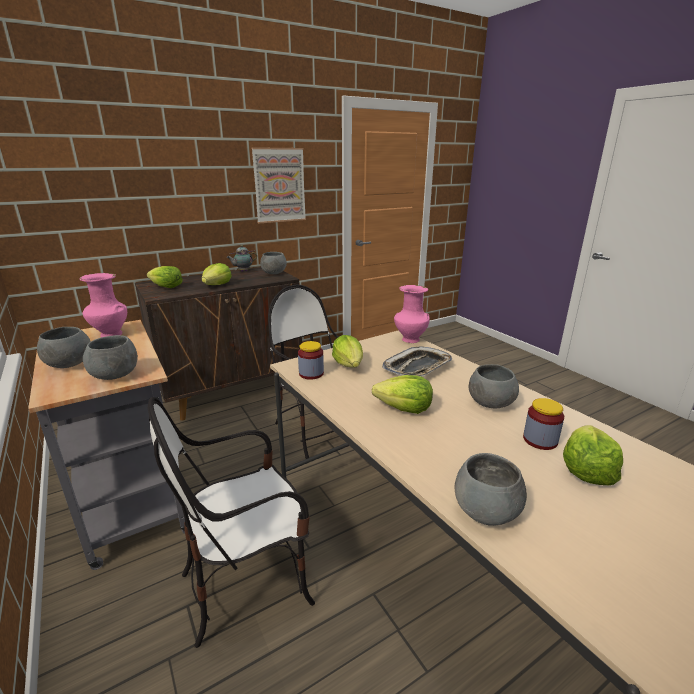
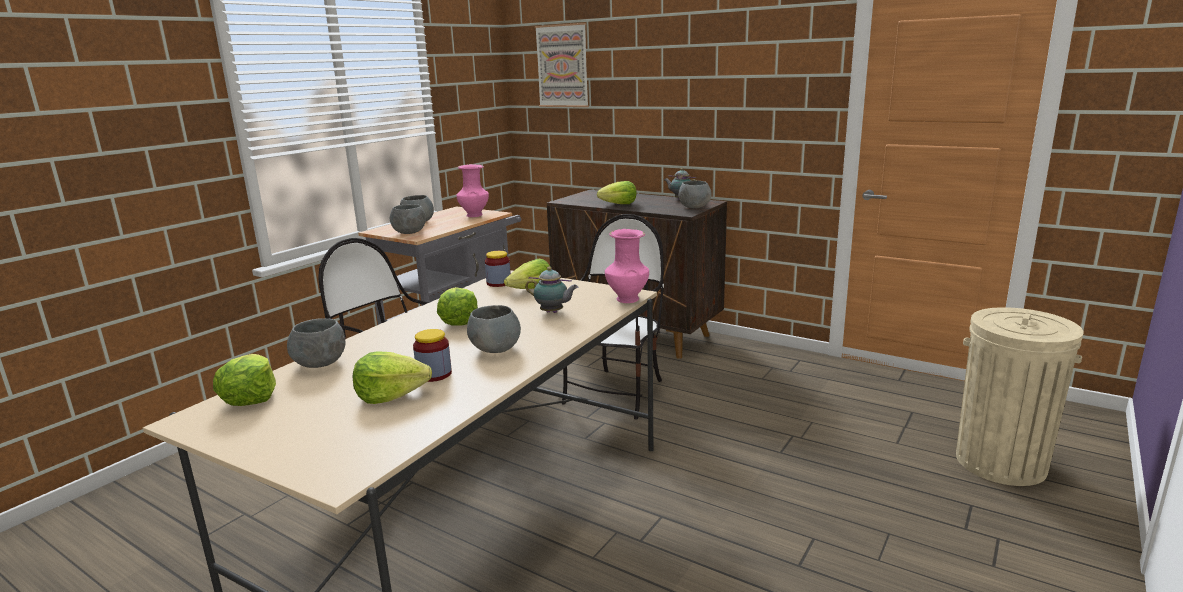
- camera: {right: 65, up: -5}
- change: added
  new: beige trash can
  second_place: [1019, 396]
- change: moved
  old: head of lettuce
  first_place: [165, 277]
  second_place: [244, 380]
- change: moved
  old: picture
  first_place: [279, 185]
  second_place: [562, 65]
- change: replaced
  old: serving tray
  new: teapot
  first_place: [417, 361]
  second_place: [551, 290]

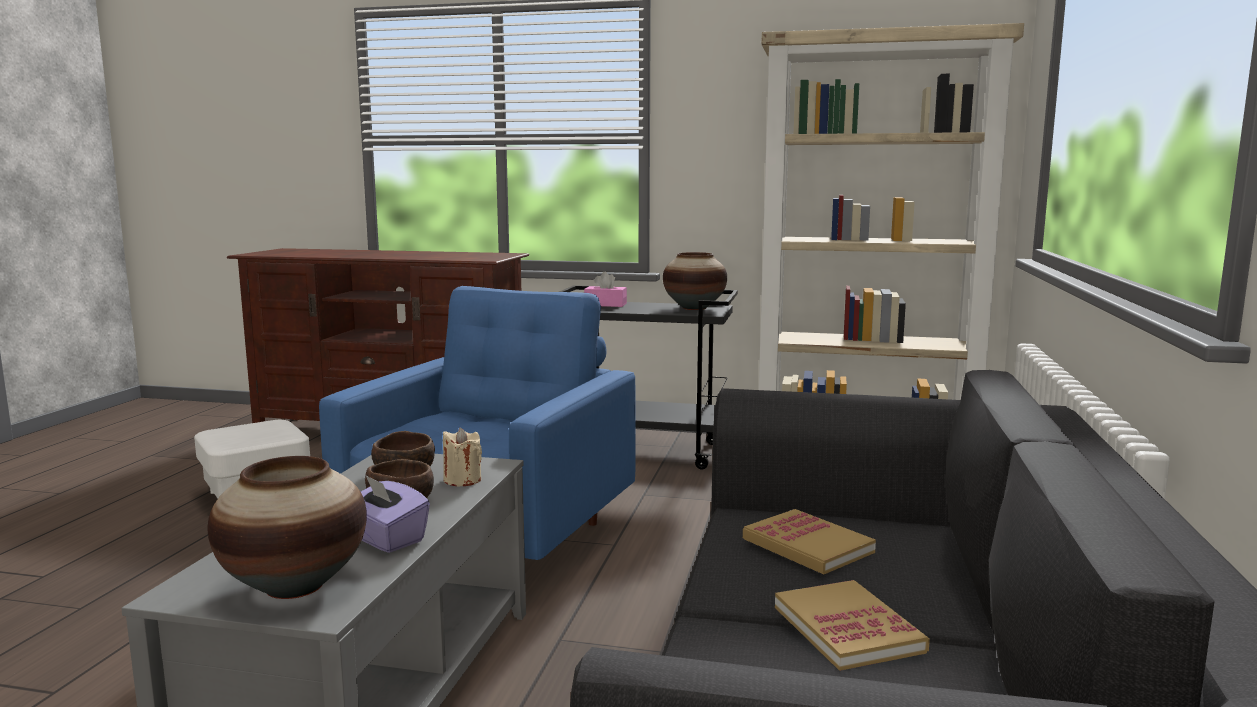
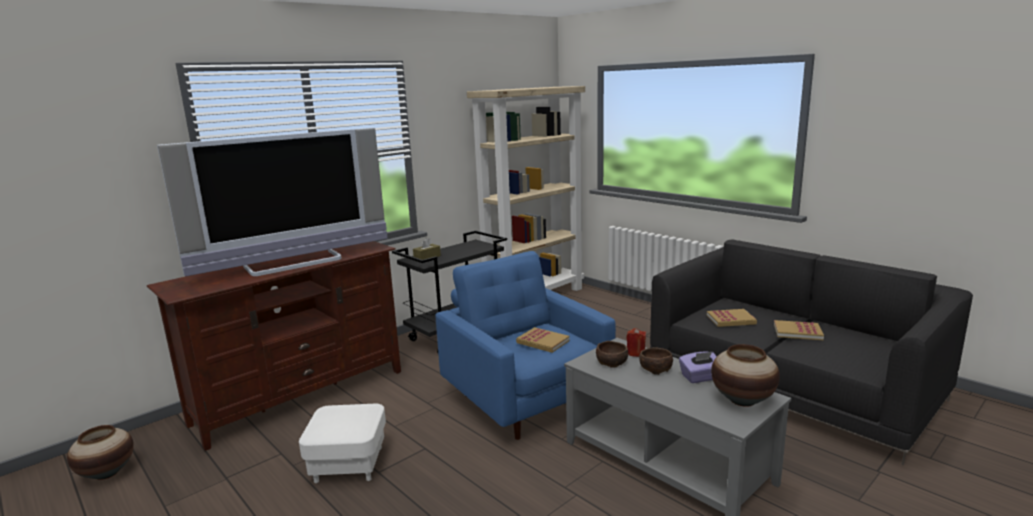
- camera: {right: -55, up: 5}
- change: added
  new: TV
  second_place: [272, 202]
- change: added
  new: book
  second_place: [542, 340]
- change: moved
  old: decorative vase
  first_place: [695, 281]
  second_place: [100, 452]
- change: recoloured
  old: beige candle
  new: red-coloured candle
  first_place: [462, 457]
  second_place: [636, 342]
- change: recoloured
  old: pink tissue box
  new: brown tissue box
  first_place: [605, 289]
  second_place: [427, 248]

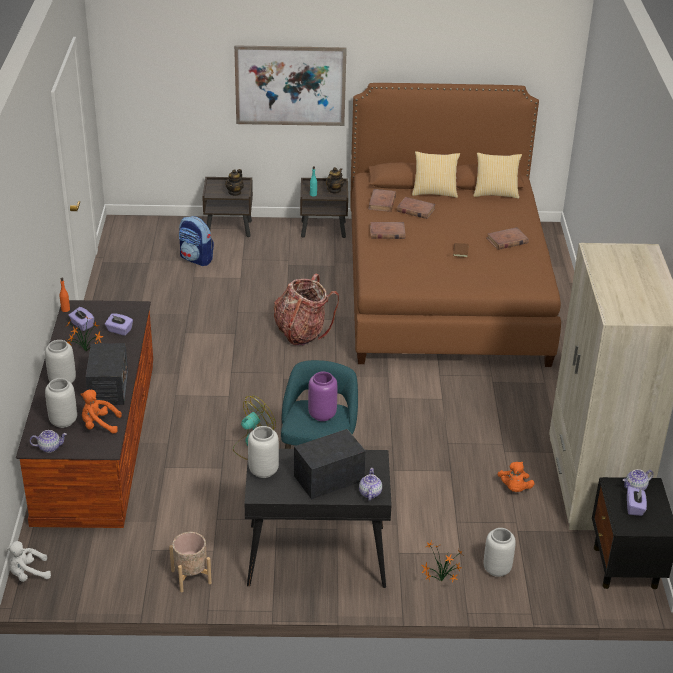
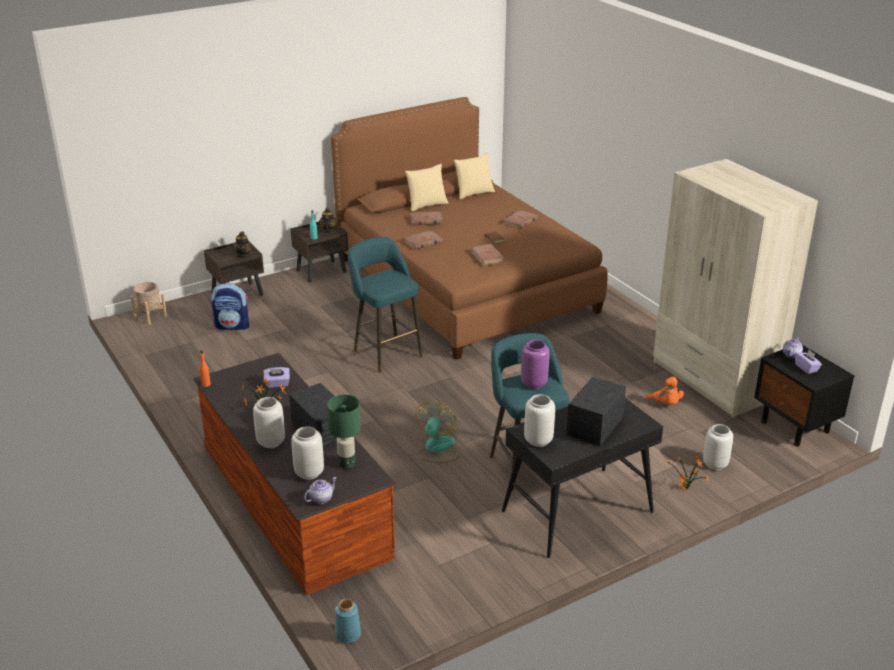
- camera: {right: -30, up: -5}
- change: removed
  old: purple-coloured tissue box
  first_place: [81, 319]
- change: removed
  old: picture
  first_place: [290, 85]
- change: removed
  old: teapot
  first_place: [370, 484]
- change: moved
  old: beige planter
  first_place: [190, 562]
  second_place: [148, 303]
- change: moved
  old: brown book
  first_place: [382, 200]
  second_place: [487, 255]
- change: replaced
  old: whitish soft toy
  new: bluish decorative vase
  first_place: [28, 561]
  second_place: [348, 621]
- change: replaced
  old: orange soft toy
  new: greenish tabletop lamp
  first_place: [101, 412]
  second_place: [344, 432]
- change: replaced
  old: knapsack
  new: turquoise-coloured sitting stool
  first_place: [306, 310]
  second_place: [385, 305]

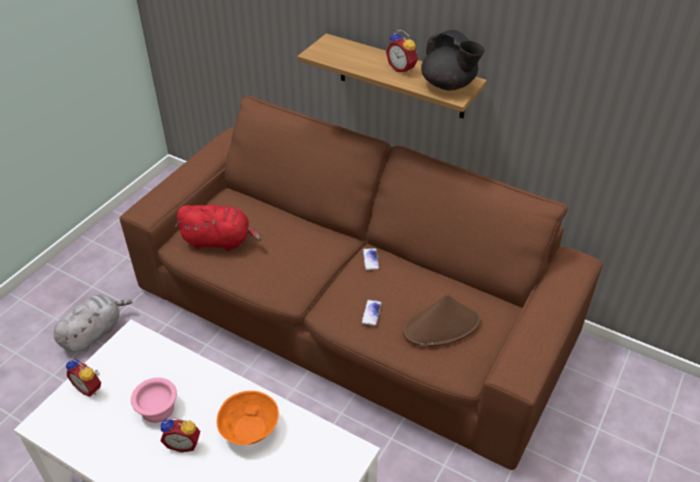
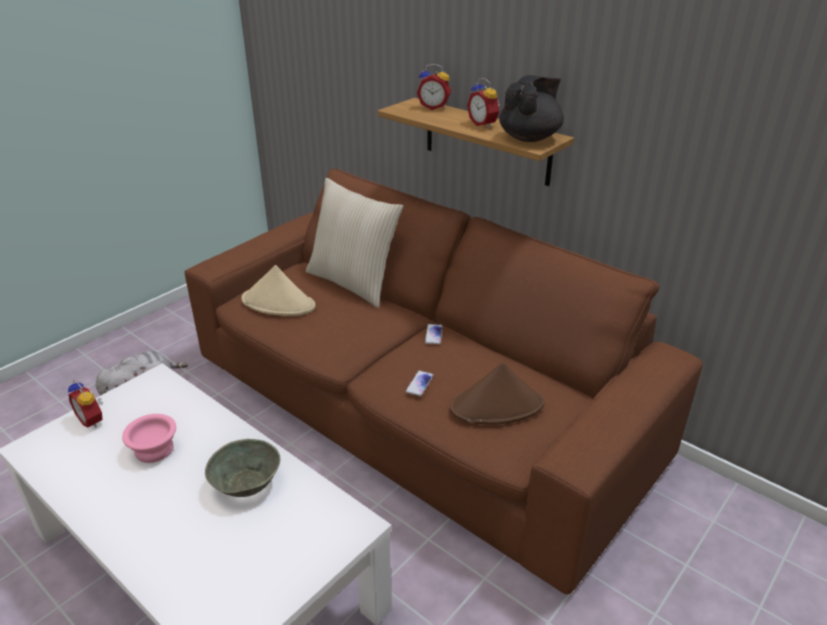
- camera: {right: 10, up: -10}
- change: added
  new: beige pillow
  second_place: [354, 243]
- change: moved
  old: table clock
  first_place: [180, 435]
  second_place: [434, 87]
- change: replaced
  old: red-coloured soft toy
  new: beige clothing hat
  first_place: [218, 227]
  second_place: [279, 290]
- change: recoloured
  old: orange deep dish
  new: greyish deep dish
  first_place: [248, 418]
  second_place: [242, 468]
- change: turned
  old: black-coloured teapot
  first_place: [453, 60]
  second_place: [531, 108]
  degrees: -105

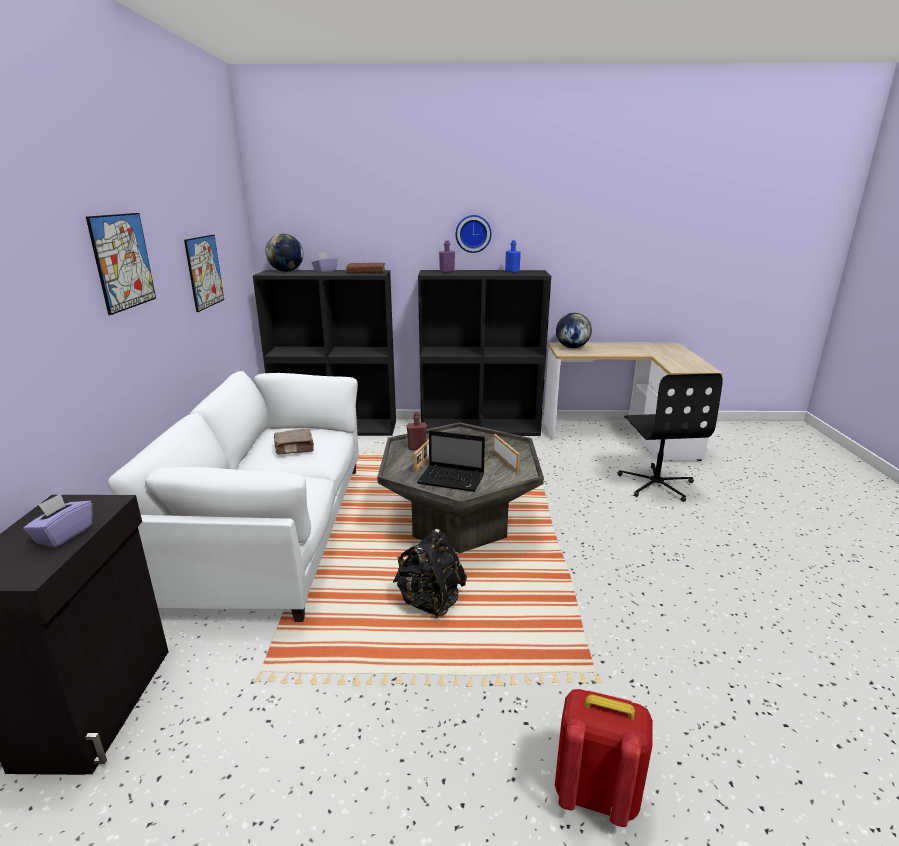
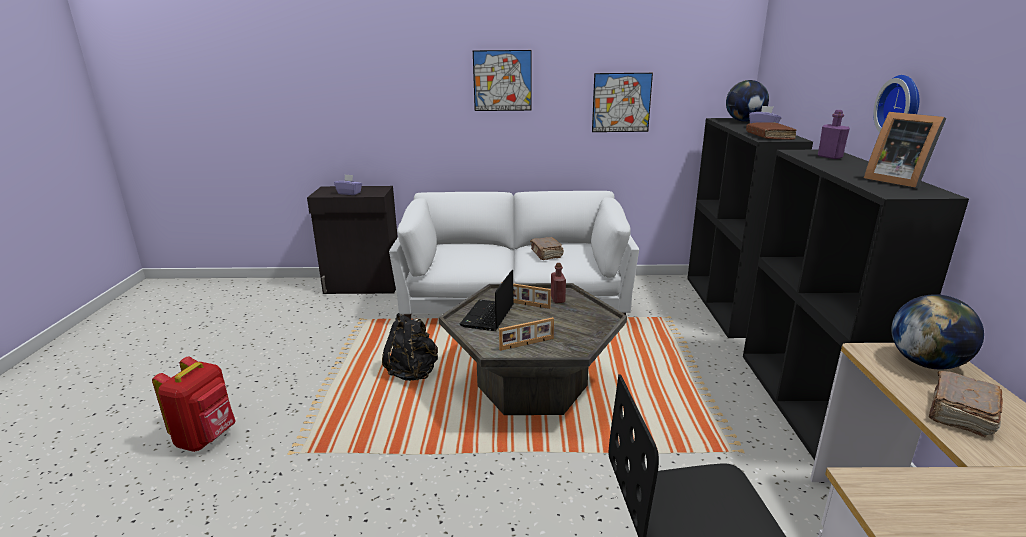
- camera: {right: 90, up: 0}
- change: added
  new: brown book
  second_place: [966, 404]
- change: replaced
  old: bluish drink bottle
  new: photo frame
  first_place: [513, 256]
  second_place: [905, 150]

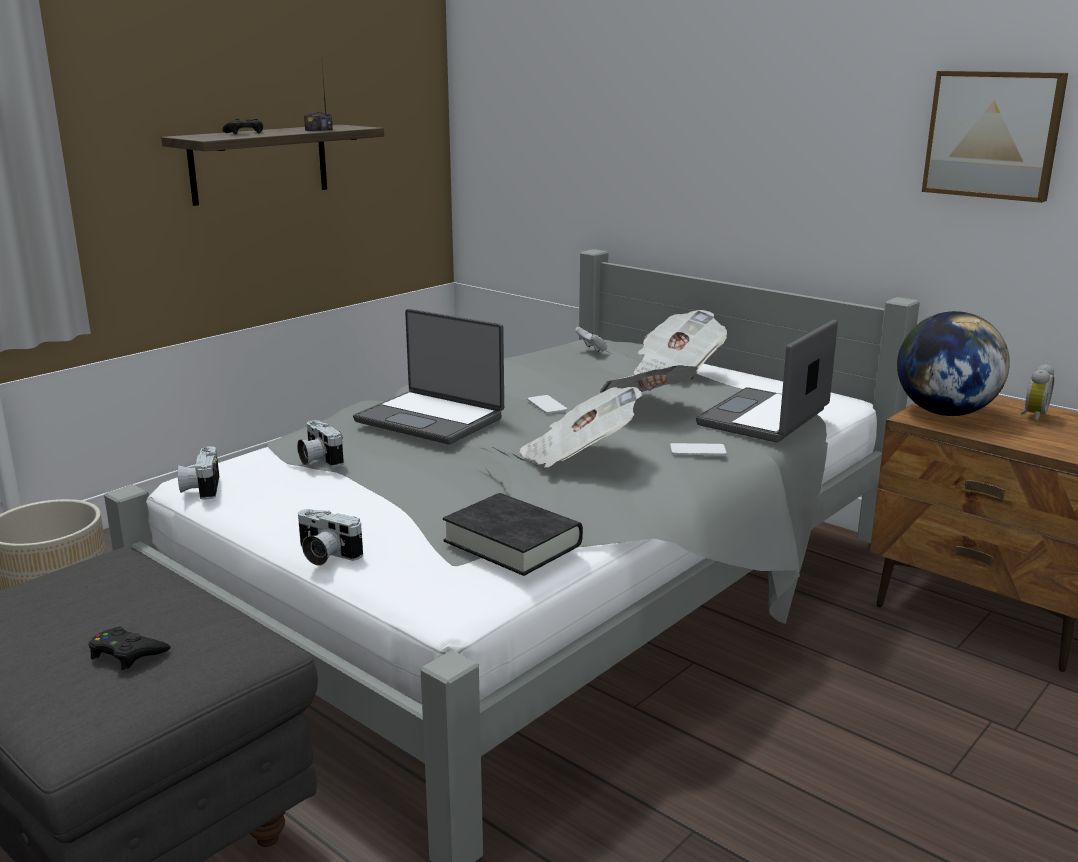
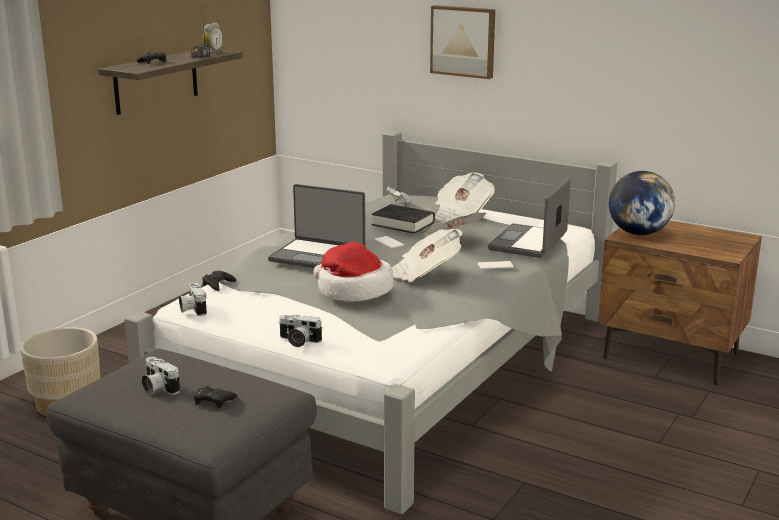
- camera: {right: -10, up: 0}
- change: added
  new: black-coloured joypad
  second_place: [219, 281]
- change: added
  new: clothing hat
  second_place: [353, 271]
- change: moved
  old: photo camera
  first_place: [320, 443]
  second_place: [161, 376]
- change: moved
  old: black-coloured book
  first_place: [513, 534]
  second_place: [403, 219]
- change: moved
  old: picture
  first_place: [995, 137]
  second_place: [462, 42]
- change: moved
  old: table clock
  first_place: [1037, 393]
  second_place: [213, 38]

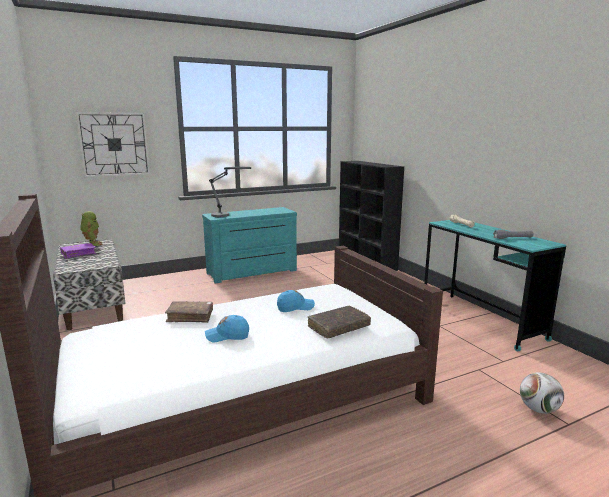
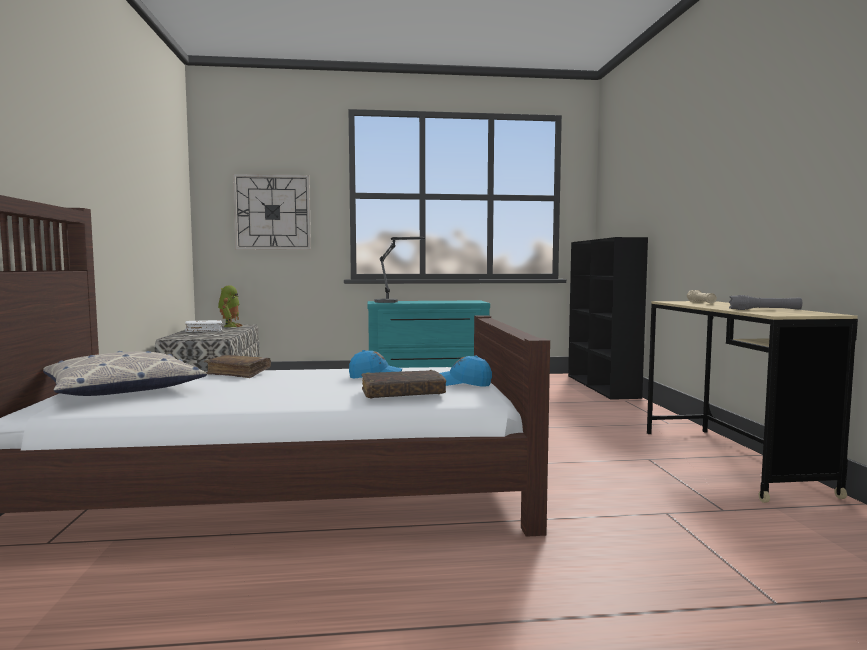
- camera: {right: 20, up: -10}
- change: removed
  old: ball for football
  first_place: [542, 393]
- change: added
  new: pillow
  second_place: [125, 373]
- change: moved
  old: bluish cap
  first_place: [227, 329]
  second_place: [466, 371]
- change: recoloured
  old: purple-coloured book
  new: whitish book
  first_place: [78, 251]
  second_place: [203, 326]
- change: recoloured
  old: turquoise-coloured desk unit
  new: beige desk unit
  first_place: [495, 286]
  second_place: [752, 402]

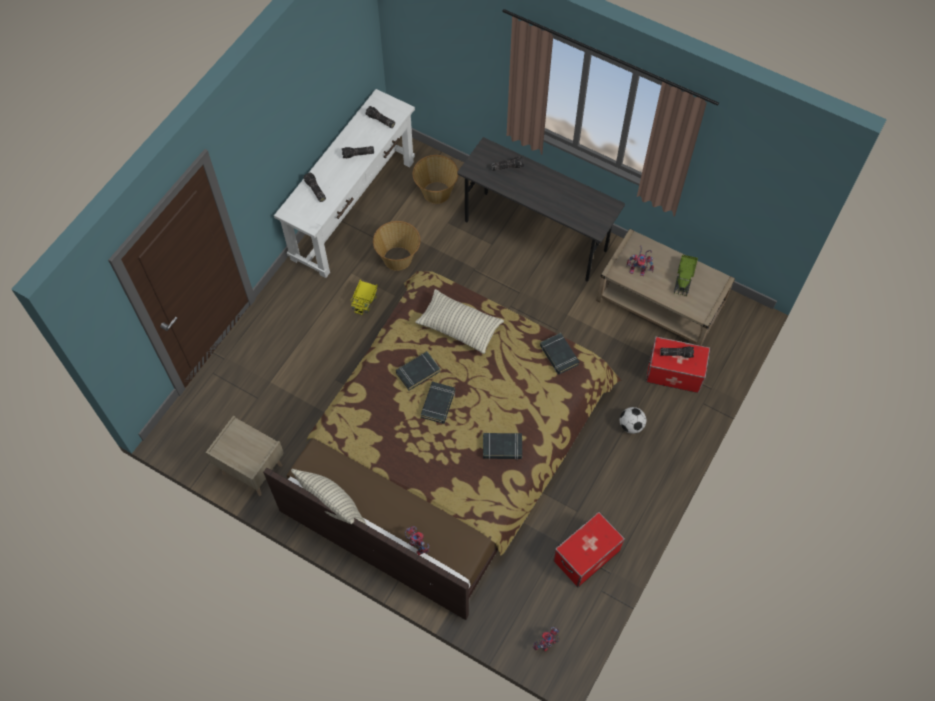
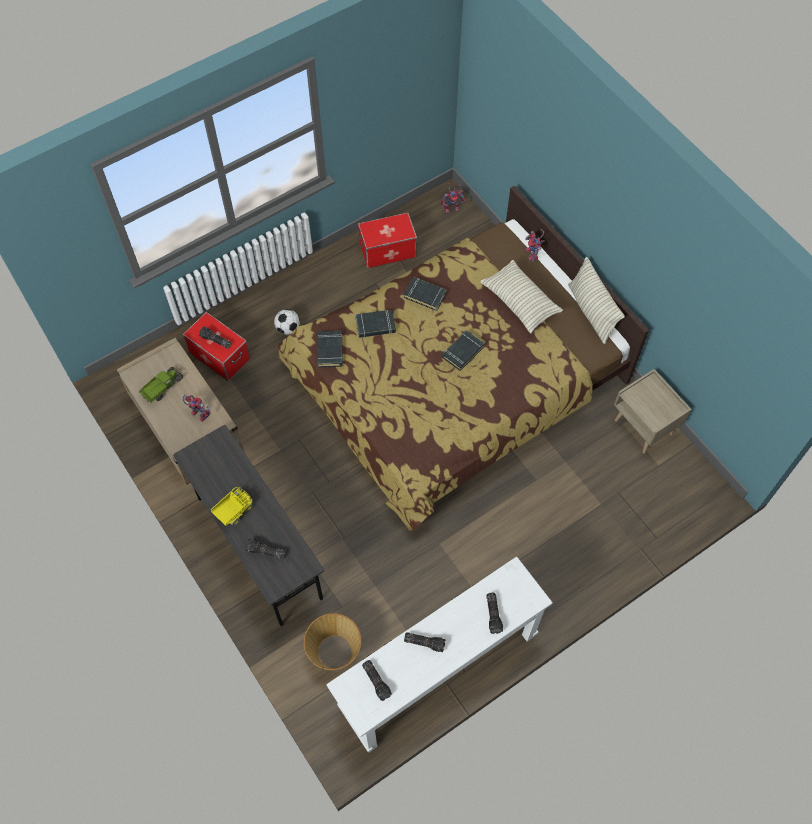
- camera: {right: -155, up: 0}
- change: removed
  old: household basket
  first_place: [397, 246]
- change: moved
  old: toy truck
  first_place: [364, 297]
  second_place: [232, 506]
- change: moved
  old: black-coloured book
  first_place: [418, 370]
  second_place: [375, 323]
- change: moved
  old: pillow
  first_place: [459, 321]
  second_place: [521, 297]

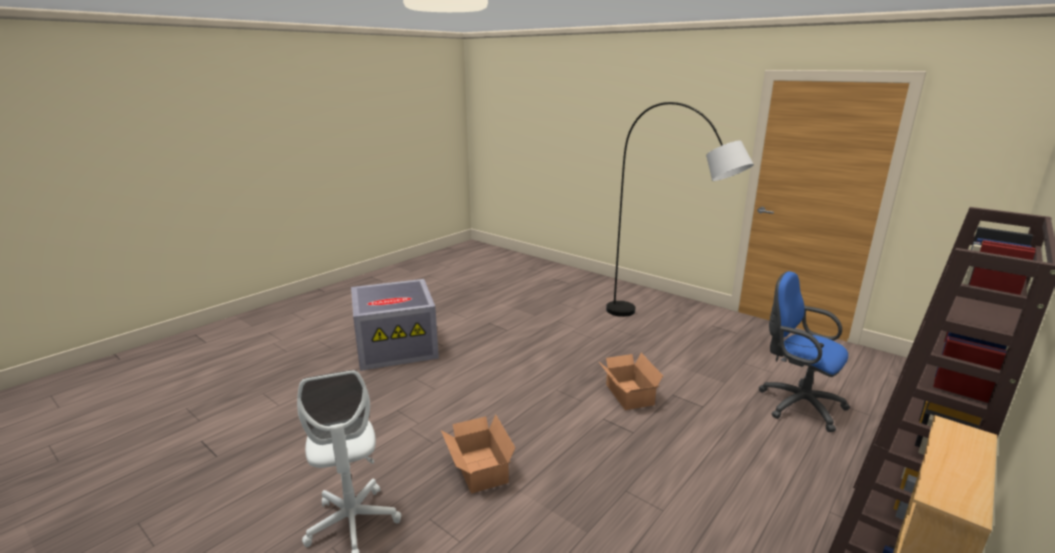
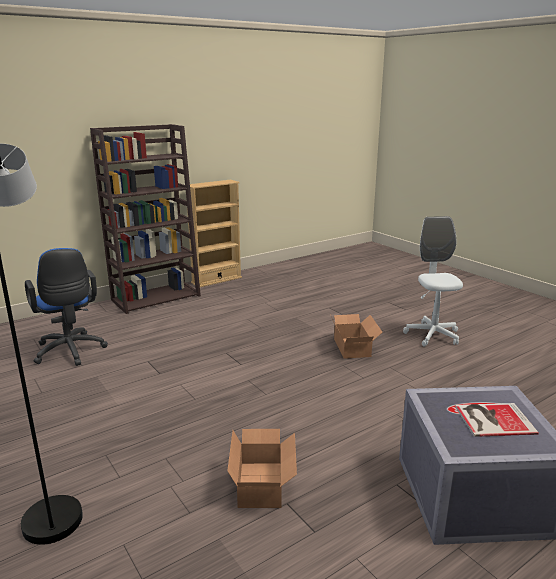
- camera: {right: -165, up: 0}
- change: added
  new: book
  second_place: [497, 420]
- change: moved
  old: carton
  first_place: [630, 381]
  second_place: [262, 468]

